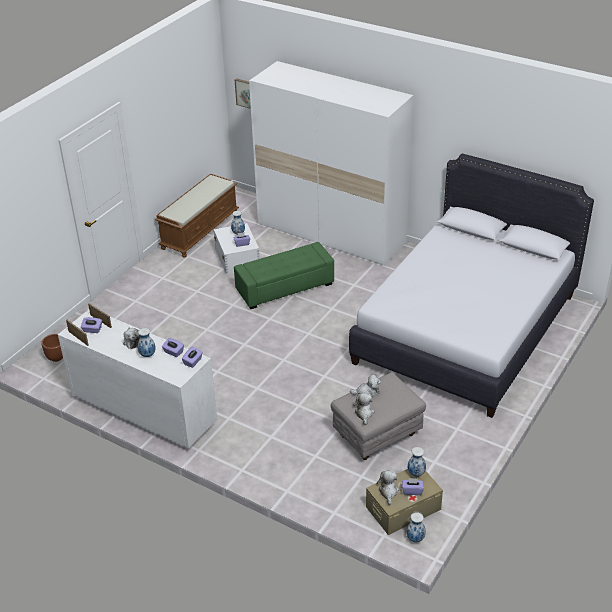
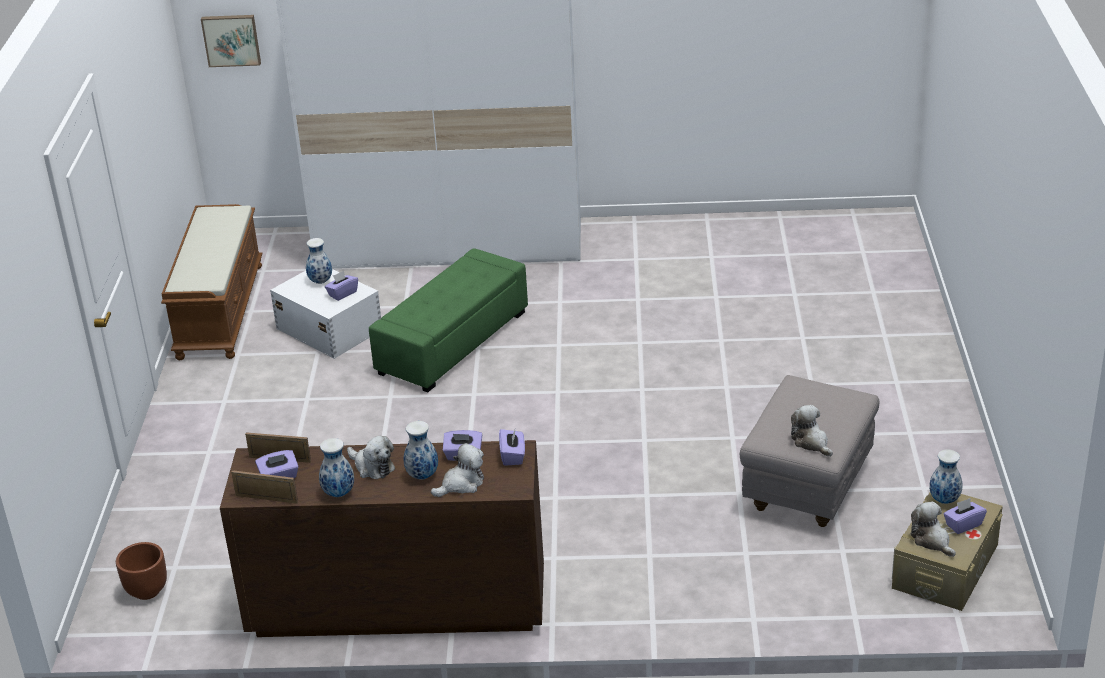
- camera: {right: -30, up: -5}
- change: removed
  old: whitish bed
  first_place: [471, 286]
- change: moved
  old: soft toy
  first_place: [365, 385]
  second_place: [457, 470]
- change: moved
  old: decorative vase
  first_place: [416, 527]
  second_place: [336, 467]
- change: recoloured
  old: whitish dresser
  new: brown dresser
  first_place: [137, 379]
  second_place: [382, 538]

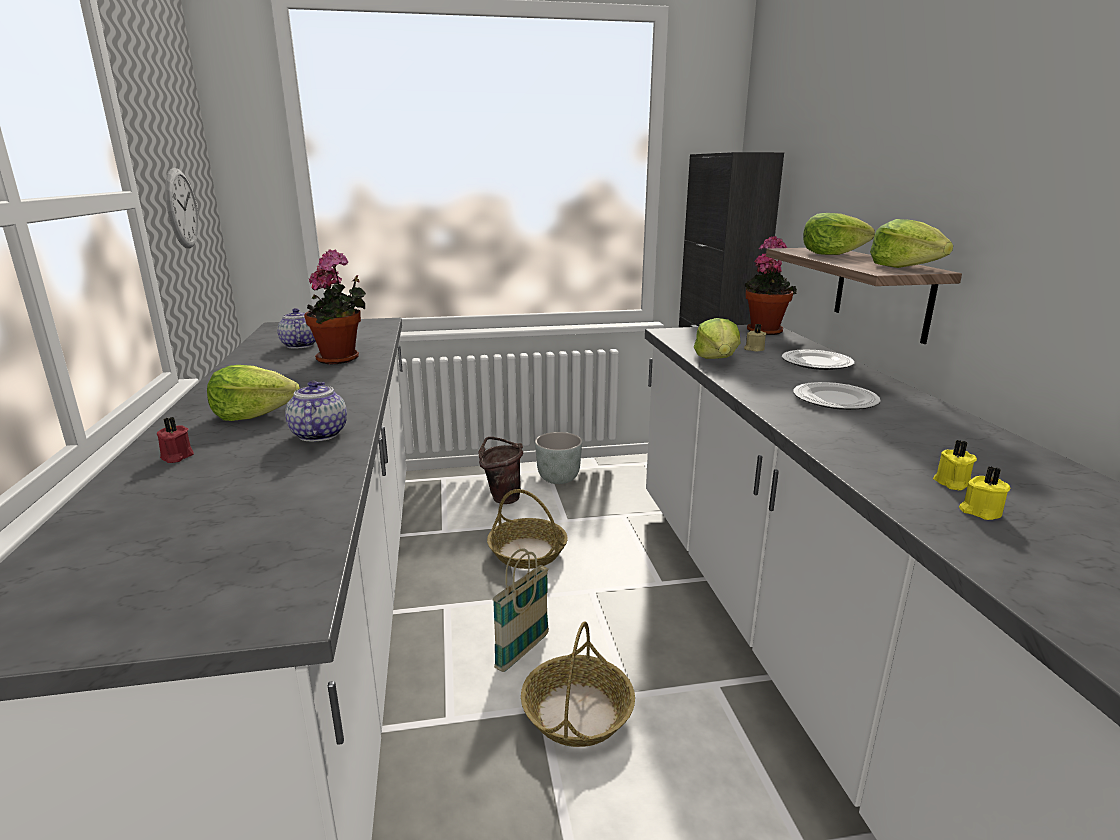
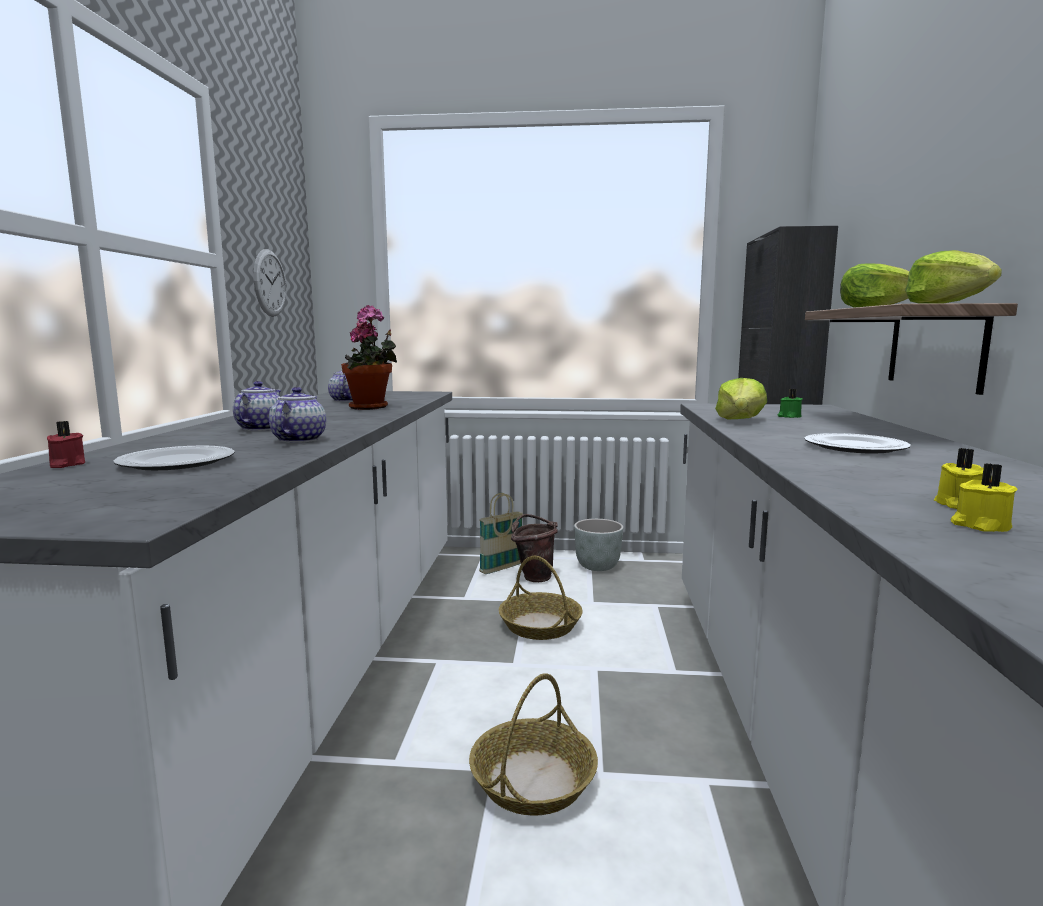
- camera: {right: 15, up: -10}
- change: removed
  old: houseplant
  first_place: [771, 285]
- change: moved
  old: red-coloured candle
  first_place: [175, 440]
  second_place: [66, 444]
- change: moved
  old: household basket
  first_place: [520, 610]
  second_place: [501, 533]
- change: moved
  old: dinner plate
  first_place: [818, 359]
  second_place: [174, 457]
- change: replaced
  old: head of lettuce
  new: teapot
  first_place: [253, 393]
  second_place: [257, 406]
- change: recoloured
  old: beige candle
  new: greenish candle
  first_place: [755, 338]
  second_place: [789, 403]

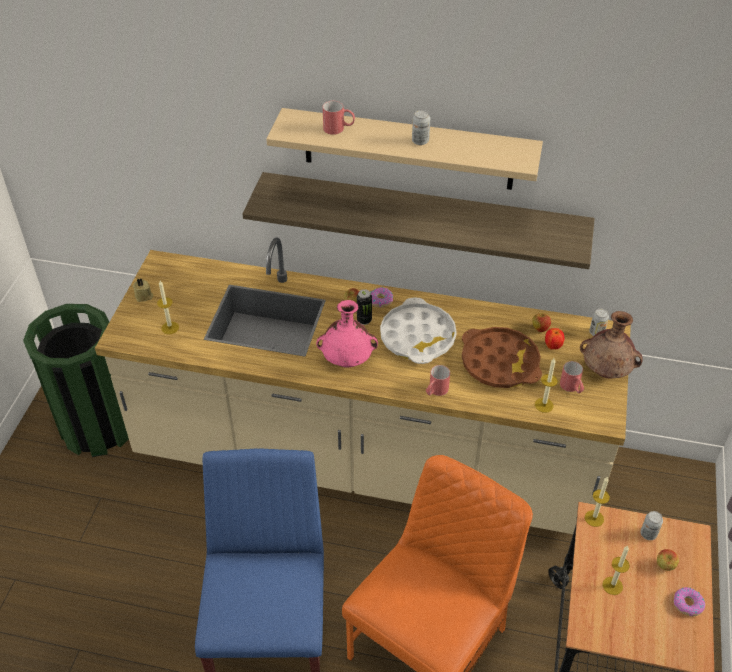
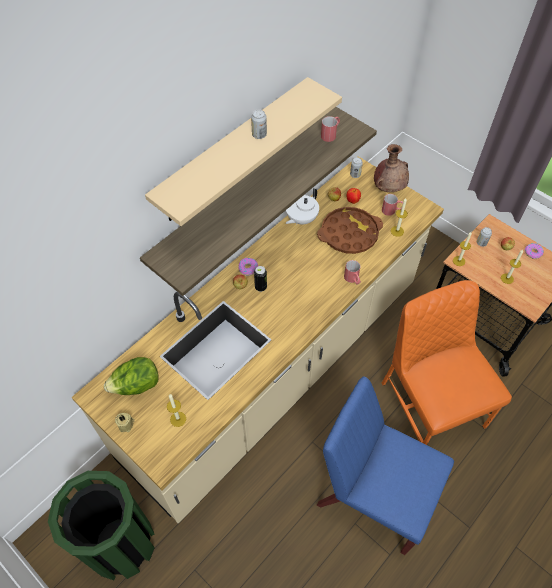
- camera: {right: -60, up: 10}
- change: removed
  old: pink decorative vase
  first_place: [347, 334]
- change: removed
  old: whitish serving tray
  first_place: [418, 331]
- change: added
  new: head of lettuce
  second_place: [131, 376]
- change: added
  new: whitish teapot
  second_place: [302, 206]
- change: moved
  old: red-coloured mug
  first_place: [339, 118]
  second_place: [330, 129]

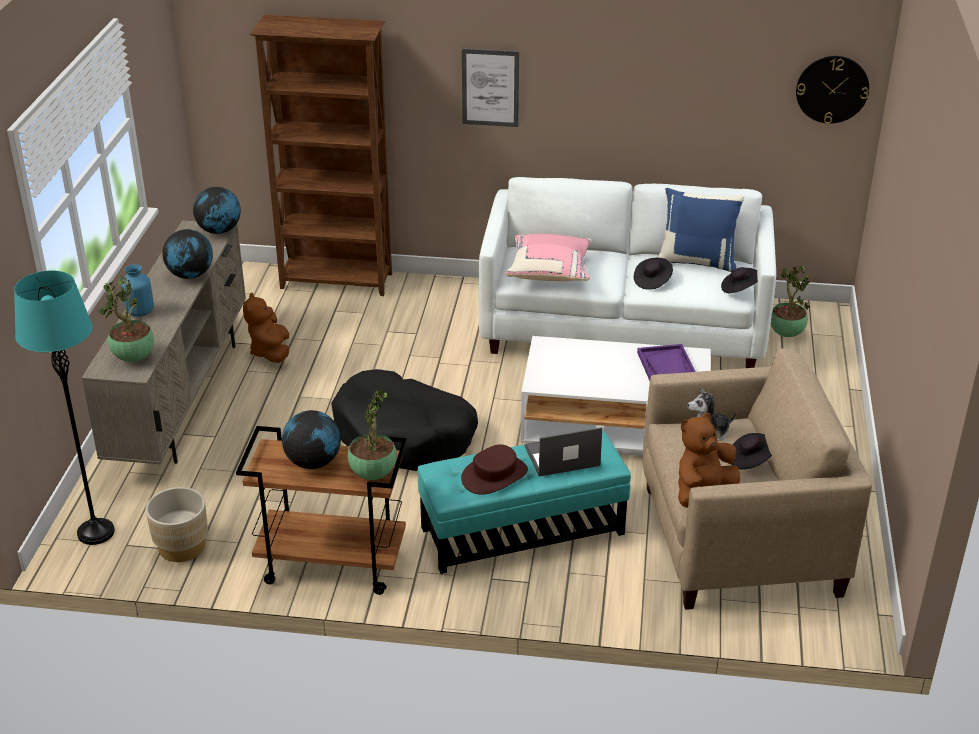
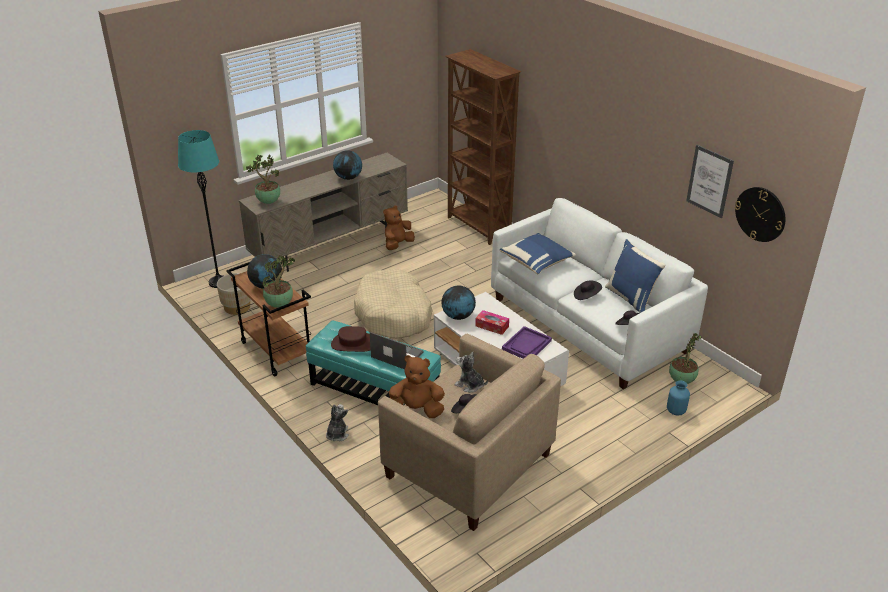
- camera: {right: 45, up: 0}
- change: added
  new: soft toy
  second_place: [337, 422]
- change: added
  new: tissue box
  second_place: [492, 322]
- change: moved
  old: bluish decorative vase
  first_place: [137, 290]
  second_place: [678, 398]
- change: moved
  old: desk globe
  first_place: [217, 210]
  second_place: [458, 302]
- change: moved
  old: picture
  first_place: [490, 87]
  second_place: [710, 181]
- change: recoloured
  old: black-coloured dog bed
  new: beige dog bed
  first_place: [404, 420]
  second_place: [393, 304]
- change: recoloured
  old: pink pillow
  new: bluish pillow
  first_place: [548, 257]
  second_place: [538, 253]

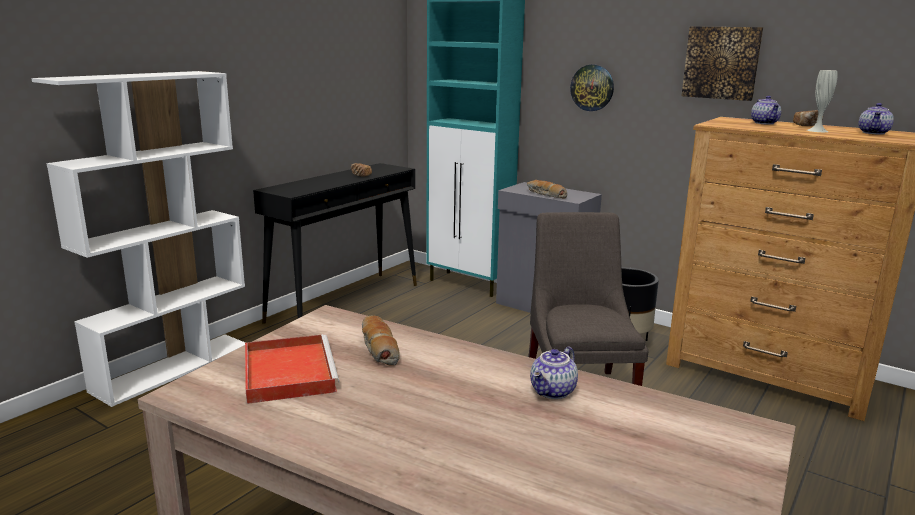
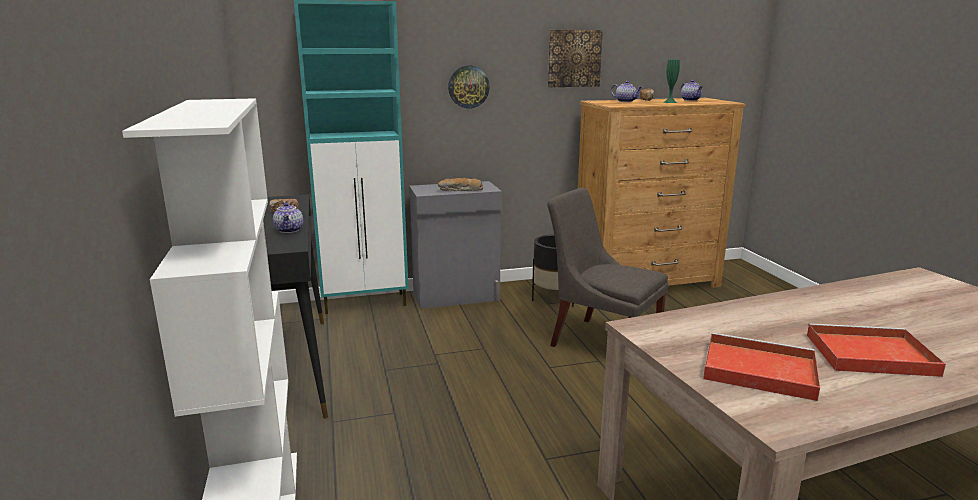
- camera: {right: -50, up: 0}
- change: removed
  old: bakery bread
  first_place: [381, 341]
- change: added
  new: red-coloured serving tray
  second_place: [876, 350]
- change: moved
  old: teapot
  first_place: [554, 373]
  second_place: [288, 218]
- change: recoloured
  old: whitish decorative vase
  new: greenish decorative vase
  first_place: [822, 101]
  second_place: [671, 81]

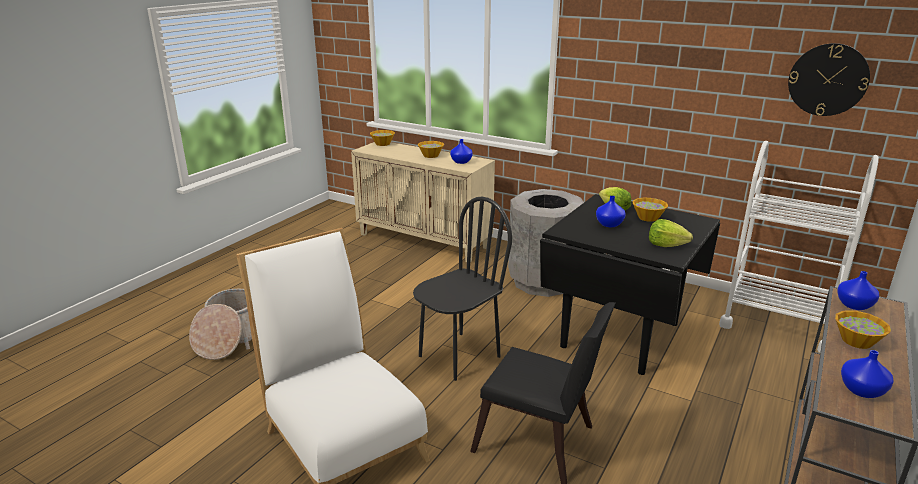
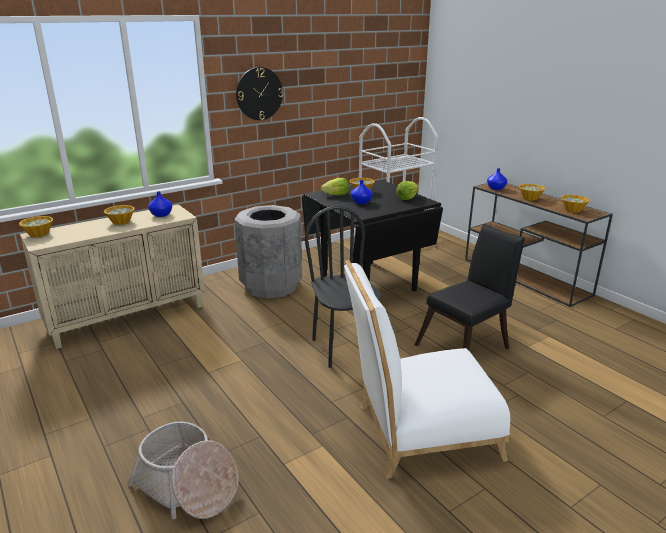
- camera: {right: -65, up: 0}
- change: moved
  old: wall clock
  first_place: [829, 79]
  second_place: [259, 93]
- change: replaced
  old: bluish decorative vase
  new: deep dish
  first_place: [867, 374]
  second_place: [575, 204]

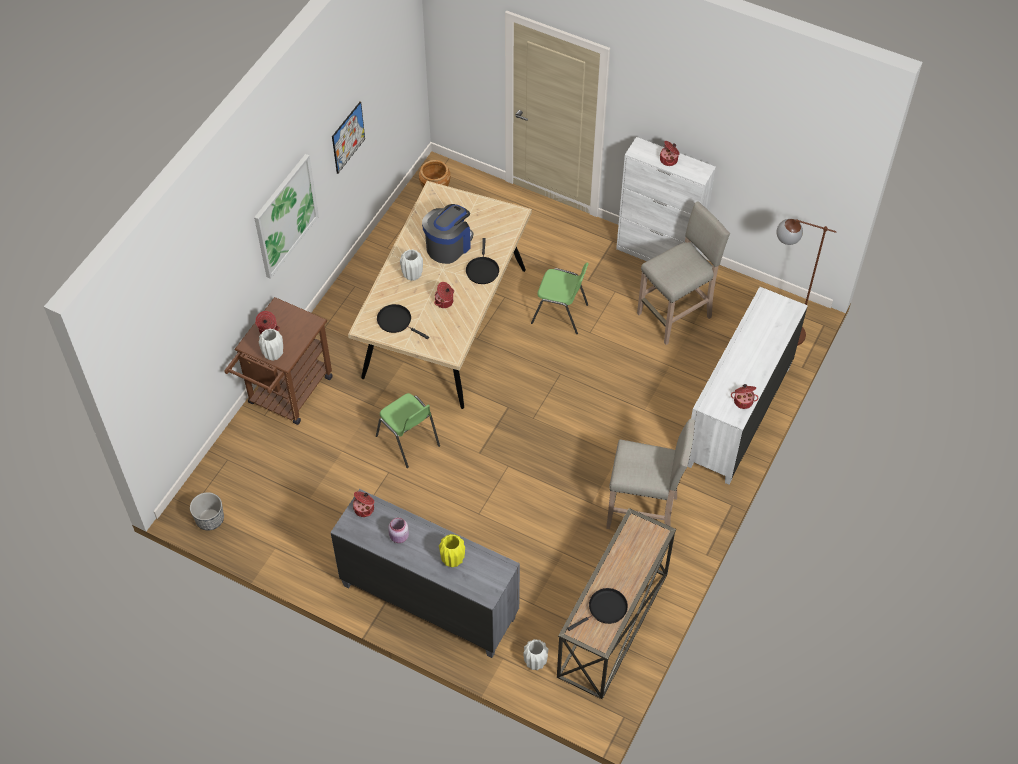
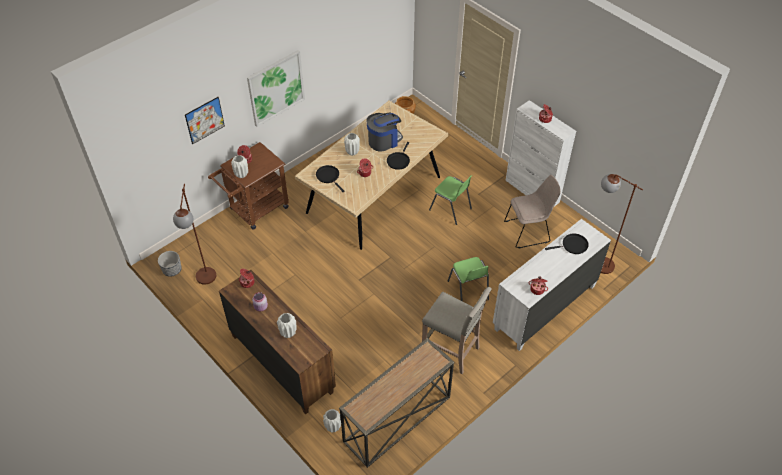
- camera: {right: 20, up: -5}
- change: added
  new: brown floor lamp
  second_place: [194, 234]
- change: moved
  old: picture
  first_place: [348, 137]
  second_place: [205, 120]
- change: moved
  old: greenish plain chair
  first_place: [408, 430]
  second_place: [468, 279]
- change: moved
  old: black-coloured skillet
  first_place: [597, 609]
  second_place: [567, 243]
- change: replaced
  old: beige sitting stool
  new: beige plain chair
  first_place: [683, 273]
  second_place: [532, 212]
- change: recoloured
  old: greyish dresser
  new: brown dresser
  first_place: [425, 573]
  second_place: [277, 342]
- change: recoloured
  old: yellowish decorative vase
  new: whitish decorative vase
  first_place: [452, 550]
  second_place: [286, 325]

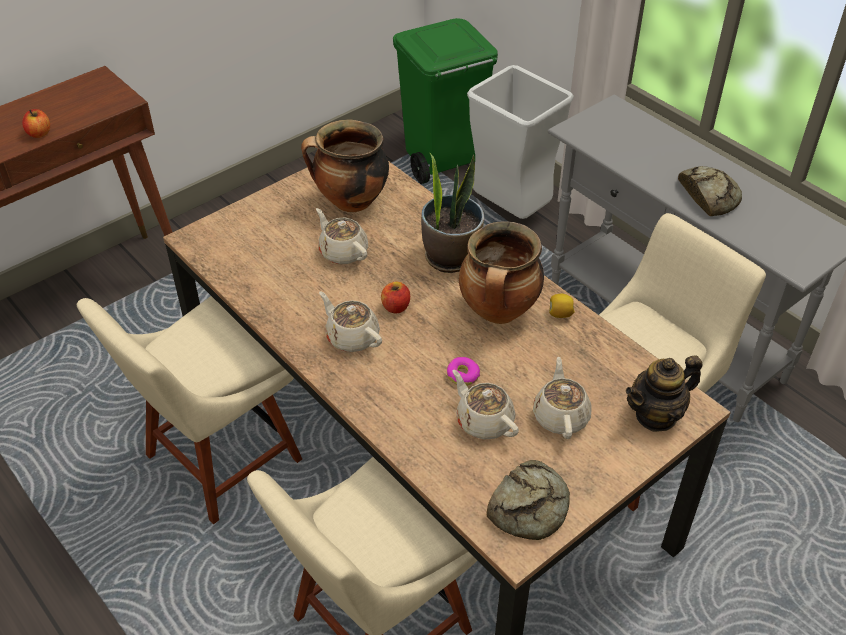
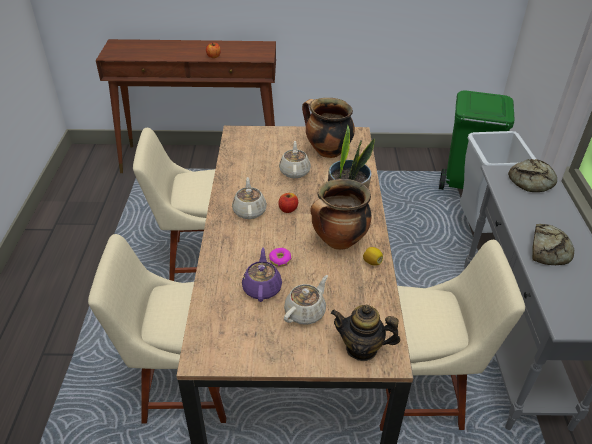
- camera: {right: 40, up: -5}
- change: moved
  old: bakery bread
  first_place: [528, 500]
  second_place: [532, 175]
- change: recoloured
  old: beige teapot
  new: purple-coloured teapot
  first_place: [485, 405]
  second_place: [262, 275]

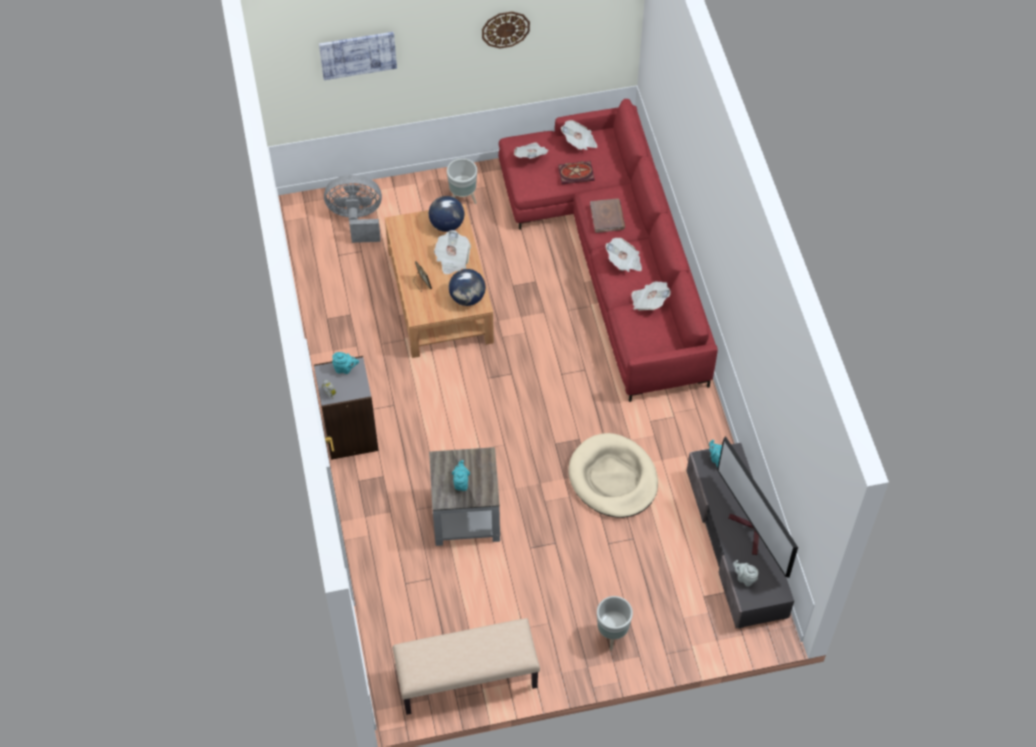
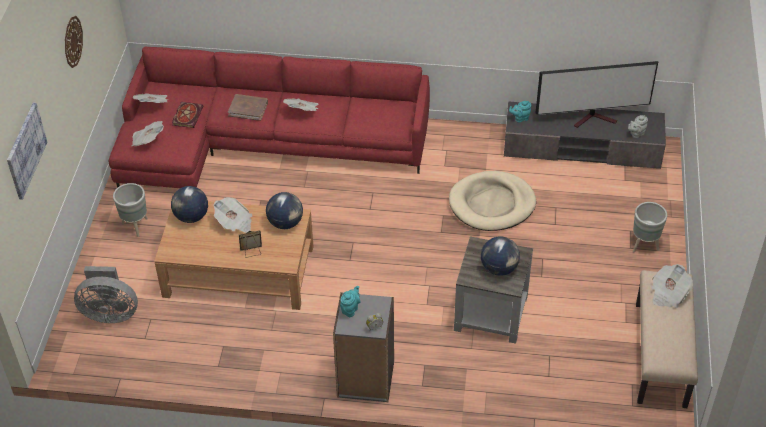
- camera: {right: -70, up: -10}
- change: moved
  old: daily paper
  first_place: [651, 295]
  second_place: [672, 286]
- change: replaced
  old: turquoise-coloured teapot
  new: desk globe
  first_place: [461, 475]
  second_place: [500, 256]
- change: turned
  old: greyish cooling fan
  first_place: [353, 209]
  second_place: [106, 294]
  degrees: -105

